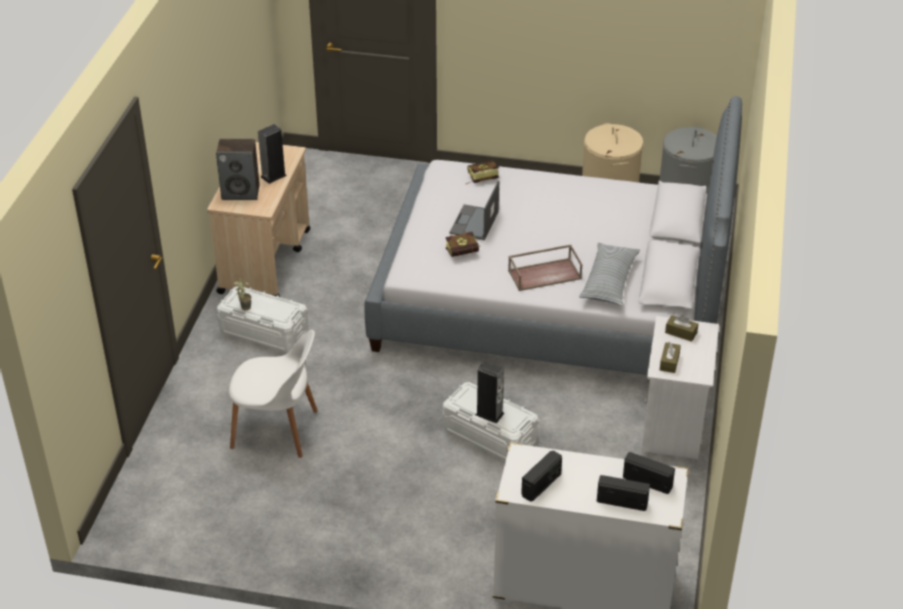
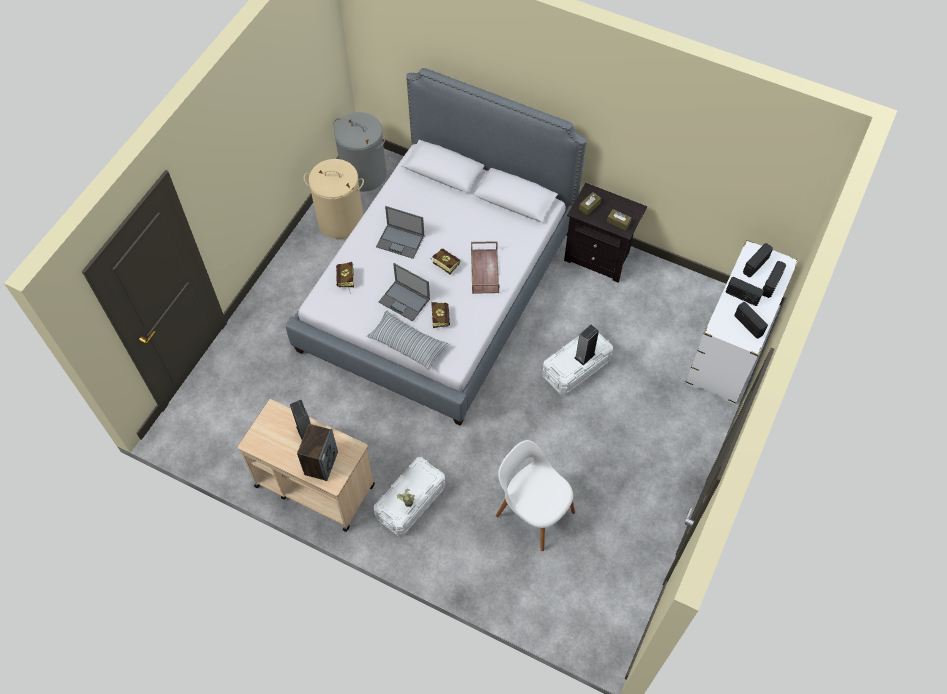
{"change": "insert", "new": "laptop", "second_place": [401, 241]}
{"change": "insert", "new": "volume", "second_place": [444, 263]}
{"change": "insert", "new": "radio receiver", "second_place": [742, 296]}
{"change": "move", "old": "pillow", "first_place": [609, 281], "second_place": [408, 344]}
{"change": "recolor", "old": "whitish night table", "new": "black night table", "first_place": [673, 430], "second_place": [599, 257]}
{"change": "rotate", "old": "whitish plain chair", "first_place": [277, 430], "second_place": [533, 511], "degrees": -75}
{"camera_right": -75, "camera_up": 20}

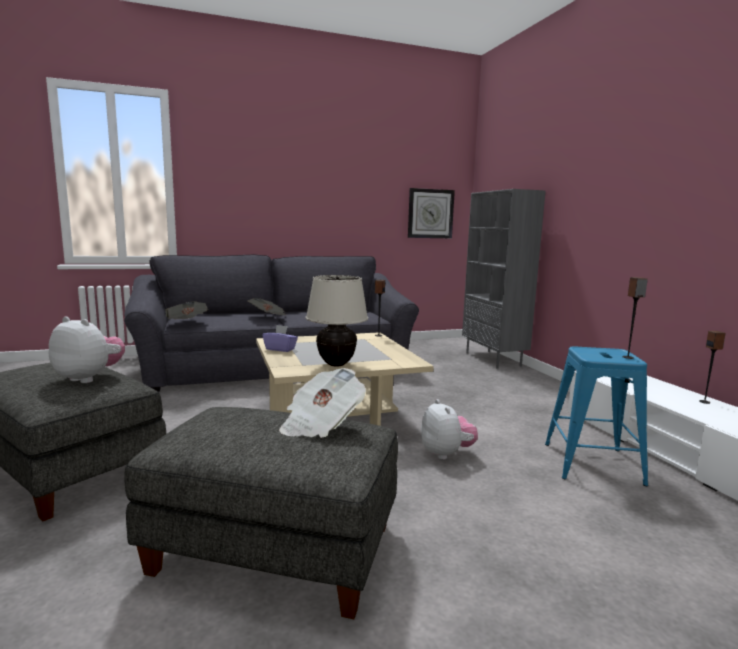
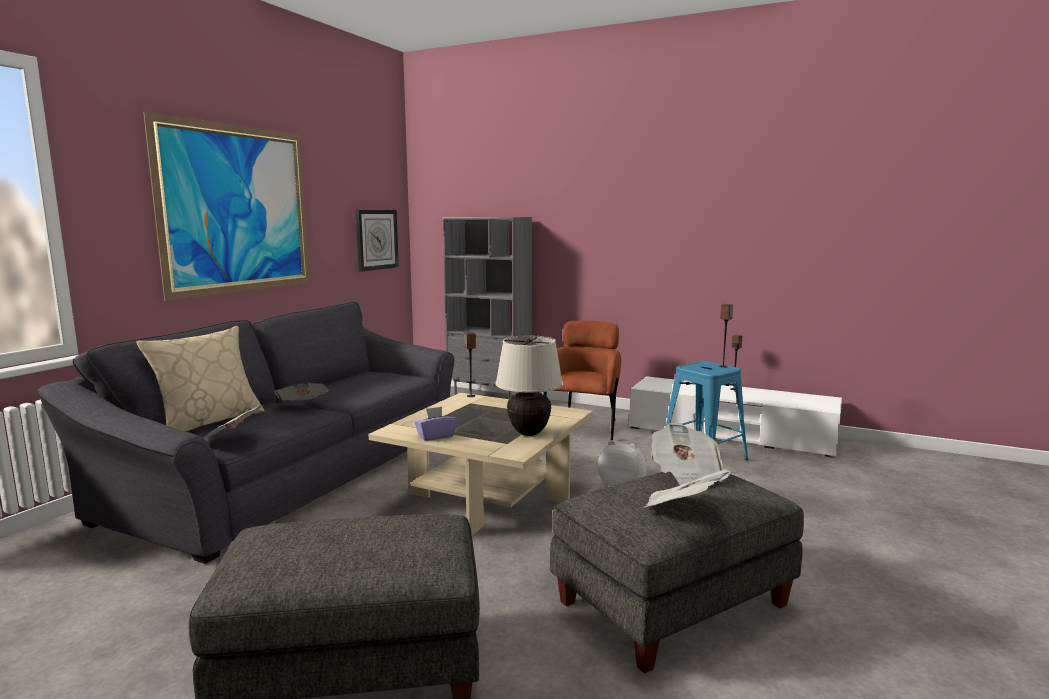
{"change": "delete", "old": "cuddly toy", "first_place": [89, 378]}
{"change": "insert", "new": "sand-coloured pillow", "second_place": [209, 422]}
{"change": "insert", "new": "picture", "second_place": [237, 209]}
{"change": "insert", "new": "brown easy chair", "second_place": [583, 427]}
{"change": "insert", "new": "daily paper", "second_place": [683, 509]}
{"camera_right": -45, "camera_up": 0}

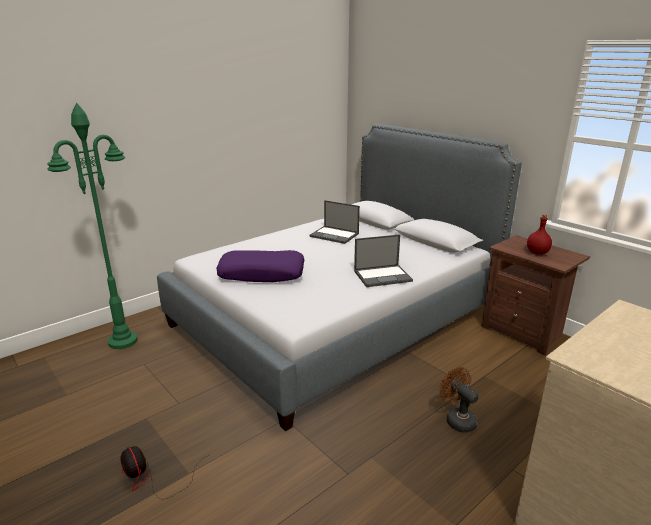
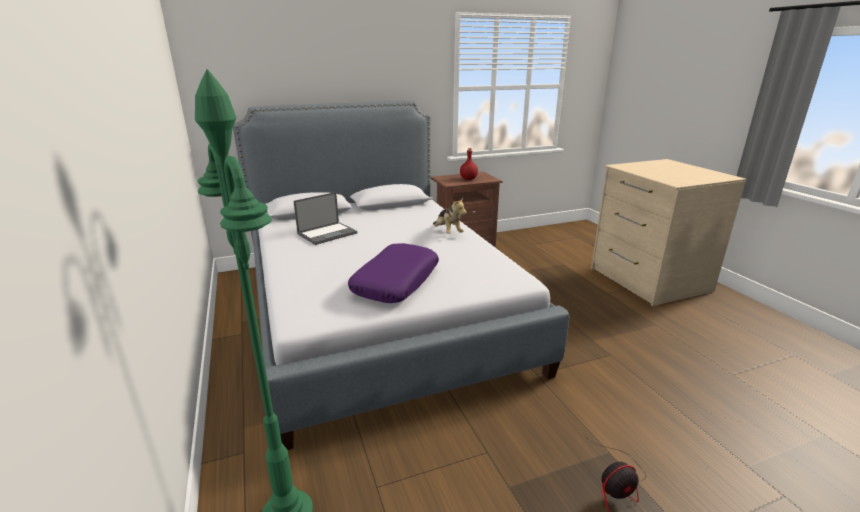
{"change": "delete", "old": "brown fan", "first_place": [457, 419]}
{"change": "replace", "old": "laptop", "new": "cuddly toy", "first_place": [383, 276], "second_place": [447, 232]}
{"camera_right": -70, "camera_up": 0}

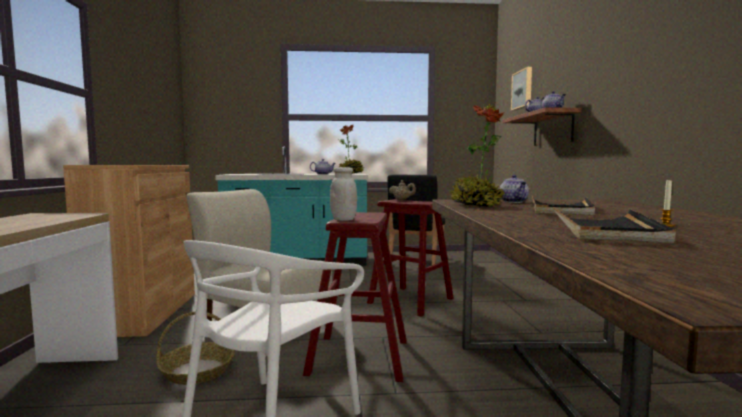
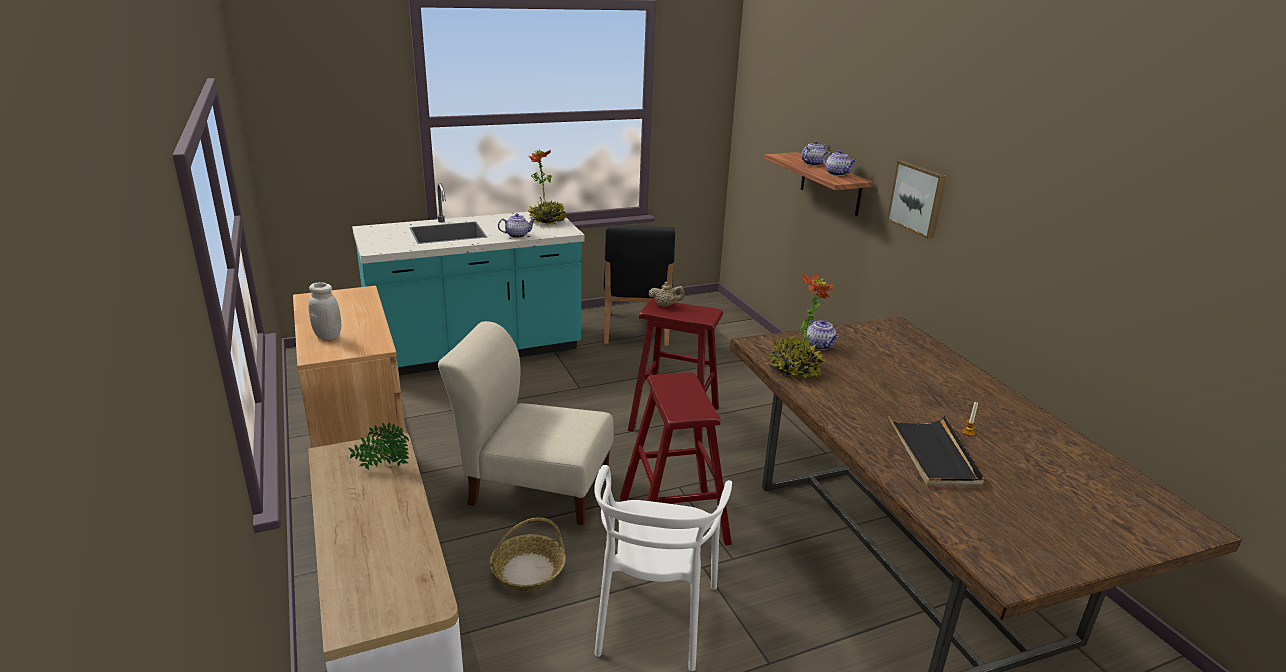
{"change": "delete", "old": "black tray", "first_place": [560, 209]}
{"change": "insert", "new": "plant in a pot", "second_place": [382, 466]}
{"change": "move", "old": "whitish preserve jar", "first_place": [343, 219], "second_place": [328, 336]}
{"change": "move", "old": "picture", "first_place": [523, 89], "second_place": [918, 198]}
{"camera_right": -20, "camera_up": 20}

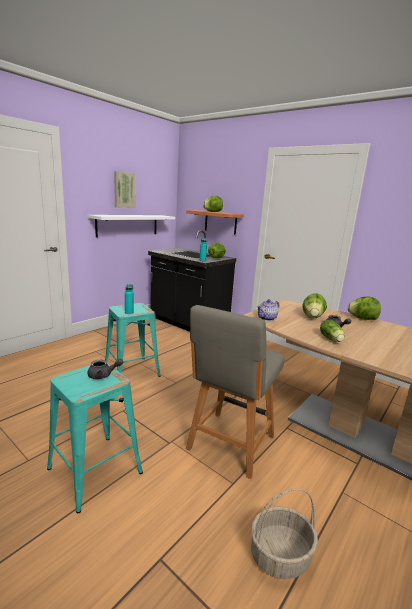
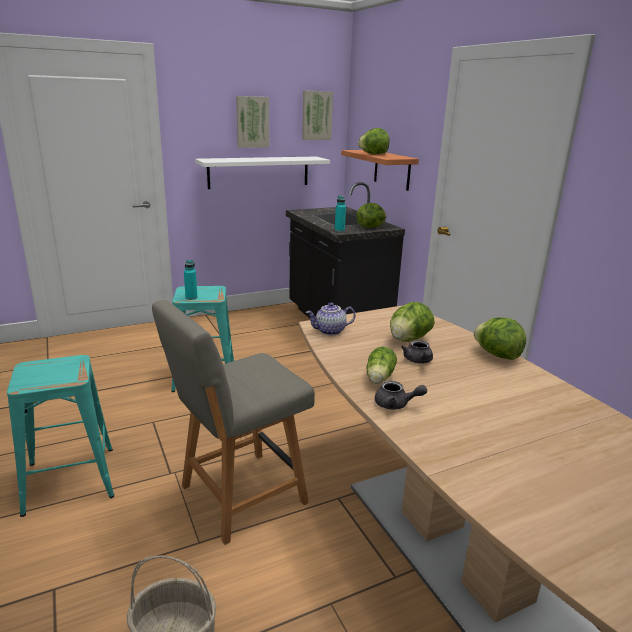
{"change": "insert", "new": "picture", "second_place": [316, 115]}
{"change": "move", "old": "grey tea pot", "first_place": [103, 375], "second_place": [396, 405]}
{"camera_right": 25, "camera_up": 5}

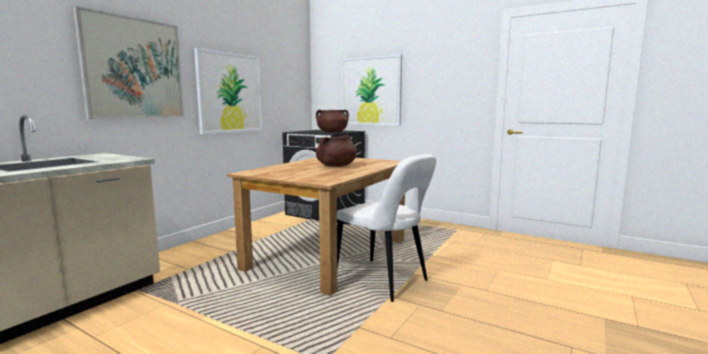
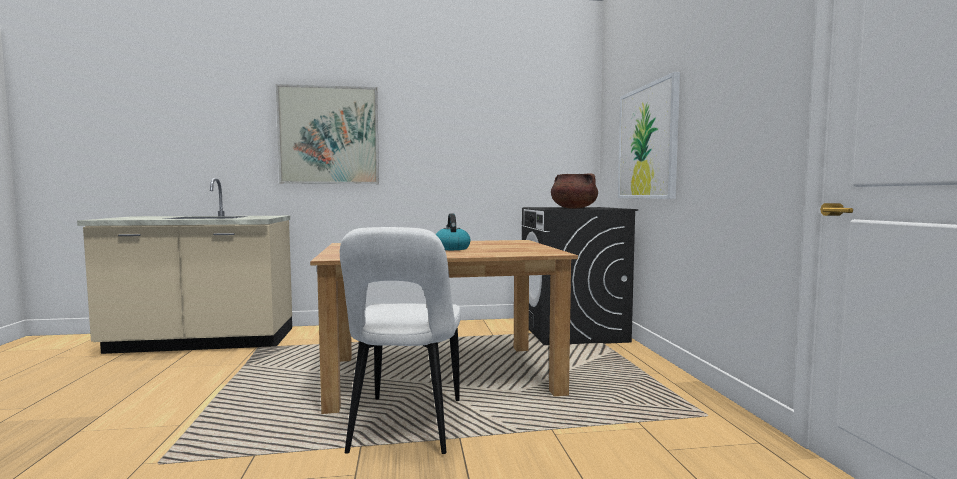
{"change": "delete", "old": "picture", "first_place": [230, 93]}
{"change": "replace", "old": "brown stockpot", "new": "kettle", "first_place": [336, 166], "second_place": [451, 248]}
{"camera_right": 50, "camera_up": -5}

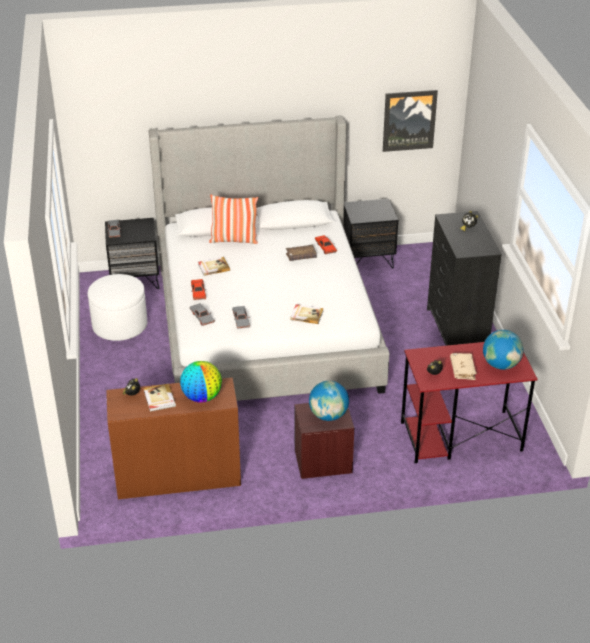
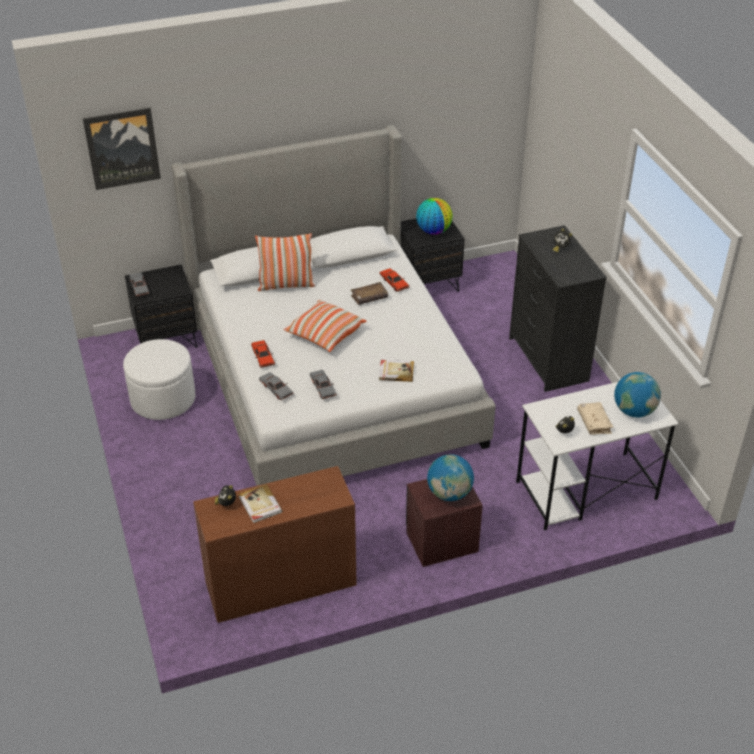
{"change": "delete", "old": "volume", "first_place": [213, 267]}
{"change": "insert", "new": "pillow", "second_place": [325, 334]}
{"change": "move", "old": "desk globe", "first_place": [202, 397], "second_place": [433, 231]}
{"change": "move", "old": "picture", "first_place": [409, 120], "second_place": [122, 148]}
{"change": "recolor", "old": "reddish desk unit", "new": "whitish desk unit", "first_place": [460, 437], "second_place": [585, 491]}
{"camera_right": -10, "camera_up": 5}

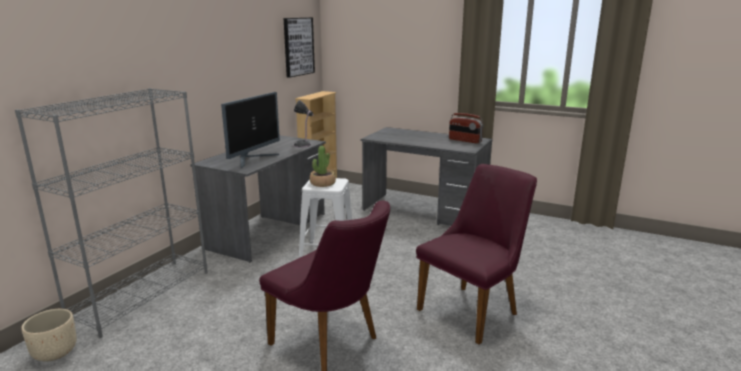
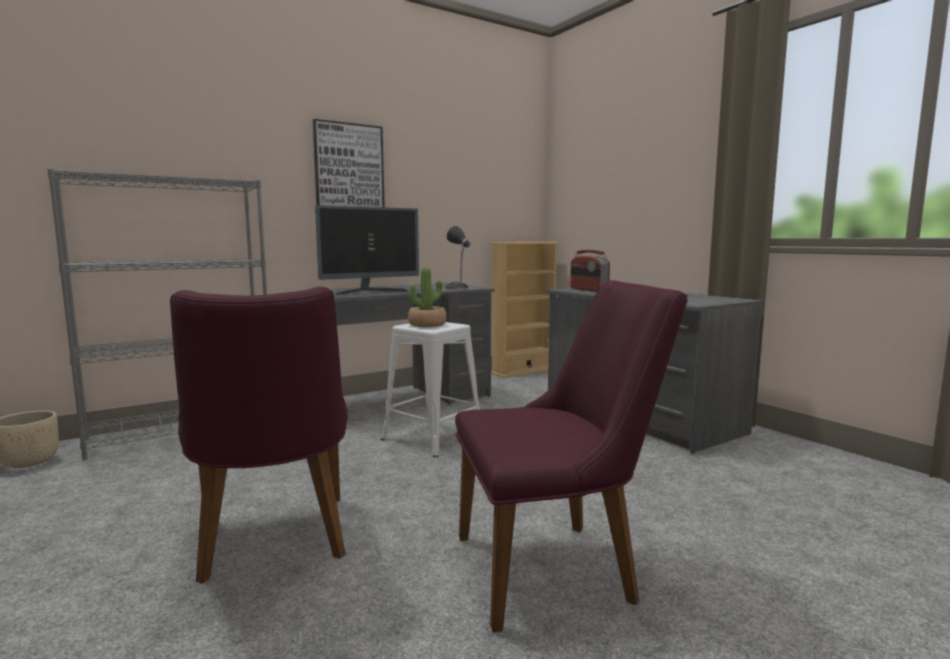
{"change": "move", "old": "picture", "first_place": [298, 46], "second_place": [349, 168]}
{"change": "move", "old": "radio receiver", "first_place": [464, 140], "second_place": [588, 290]}
{"camera_right": 30, "camera_up": -10}

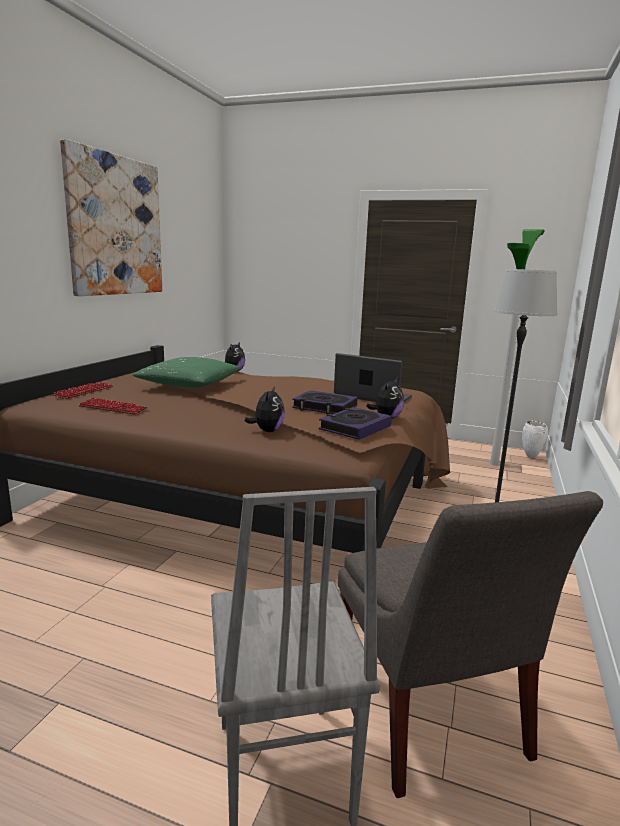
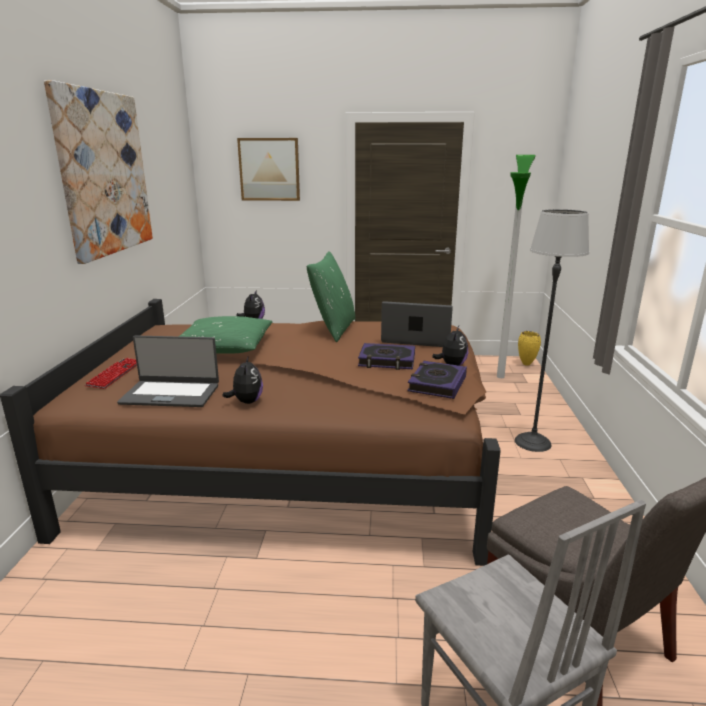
{"change": "insert", "new": "picture", "second_place": [269, 169]}
{"change": "insert", "new": "green-coloured pillow", "second_place": [333, 329]}
{"change": "move", "old": "cuddly toy", "first_place": [267, 431], "second_place": [246, 402]}
{"change": "replace", "old": "keyboard", "new": "laptop", "first_place": [113, 408], "second_place": [171, 394]}
{"change": "recolor", "old": "whitish flower vase", "new": "yellow-coloured flower vase", "first_place": [531, 457], "second_place": [527, 364]}
{"camera_right": -15, "camera_up": 5}

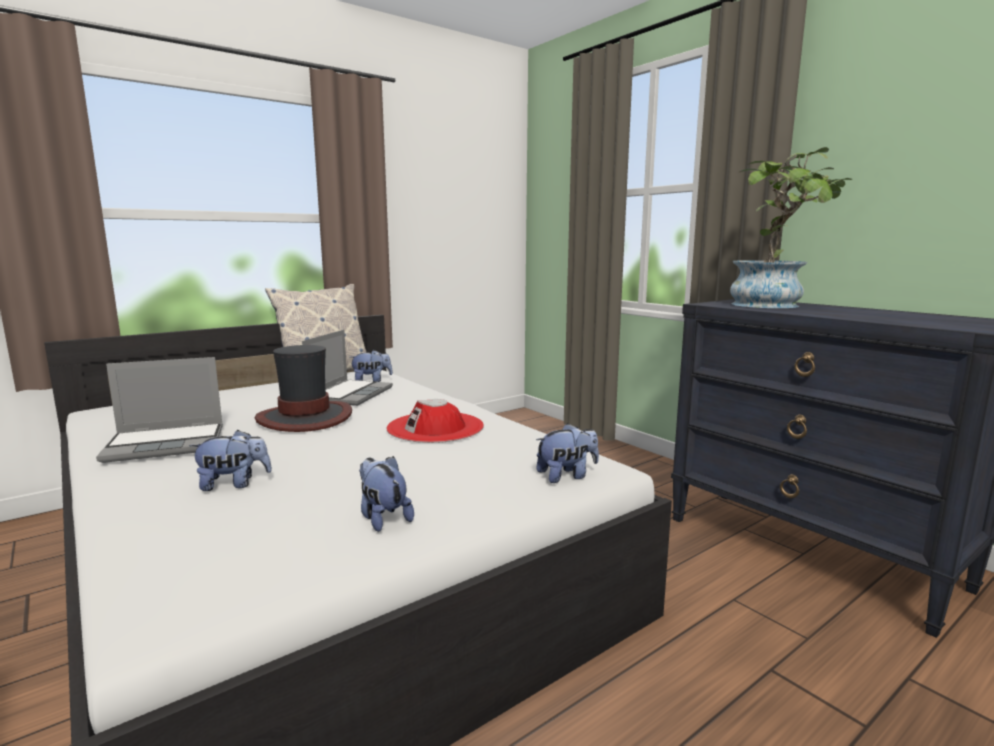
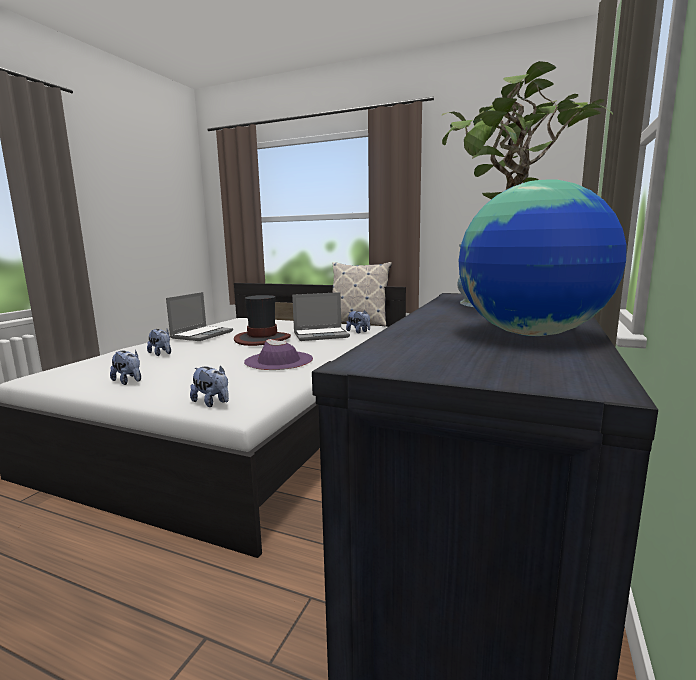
{"change": "insert", "new": "desk globe", "second_place": [532, 334]}
{"change": "recolor", "old": "reddish clothing hat", "new": "purplish clothing hat", "first_place": [435, 427], "second_place": [279, 361]}
{"change": "rotate", "old": "laptop", "first_place": [168, 443], "second_place": [202, 334], "degrees": -105}
{"change": "rotate", "old": "cuddly toy", "first_place": [383, 518], "second_place": [129, 382], "degrees": 105}
{"camera_right": 60, "camera_up": 0}

